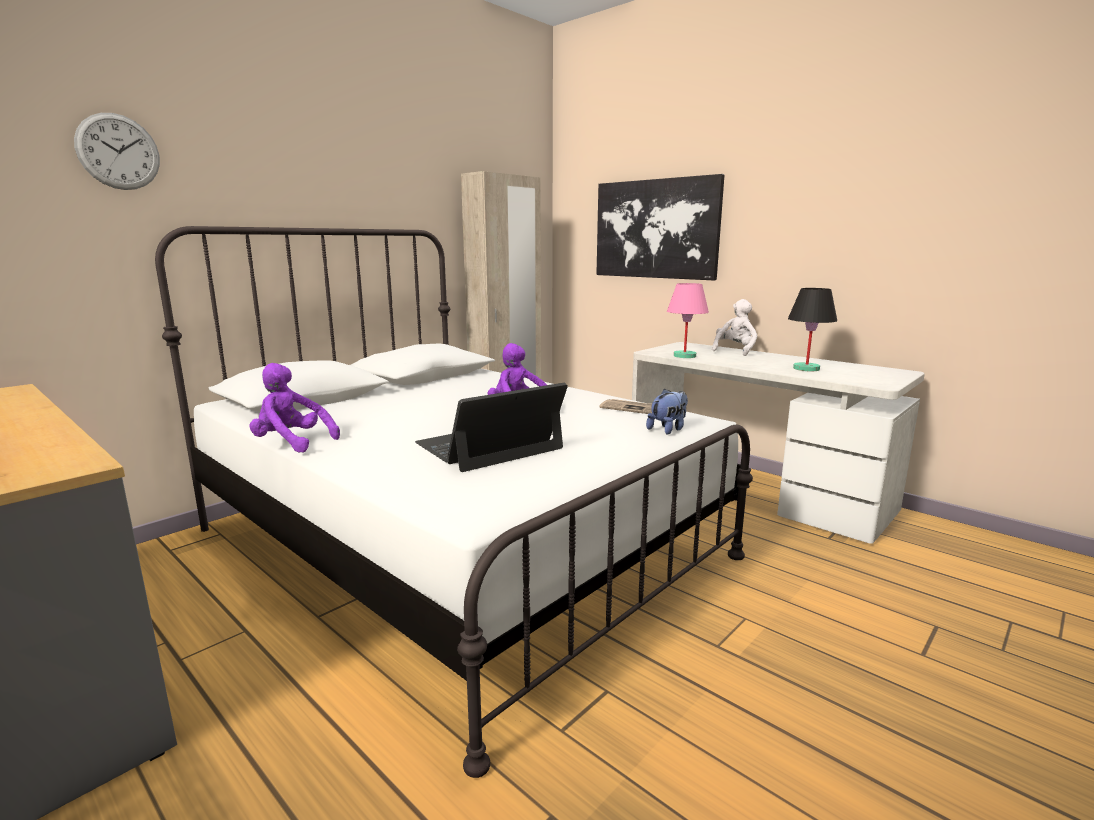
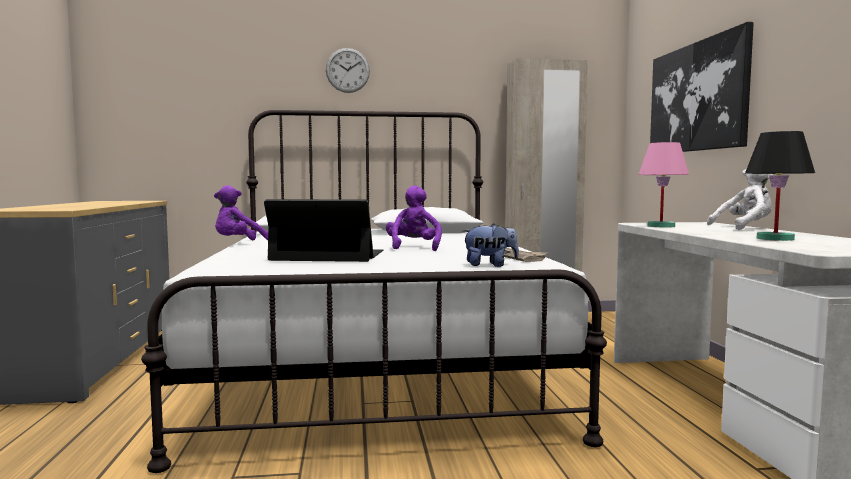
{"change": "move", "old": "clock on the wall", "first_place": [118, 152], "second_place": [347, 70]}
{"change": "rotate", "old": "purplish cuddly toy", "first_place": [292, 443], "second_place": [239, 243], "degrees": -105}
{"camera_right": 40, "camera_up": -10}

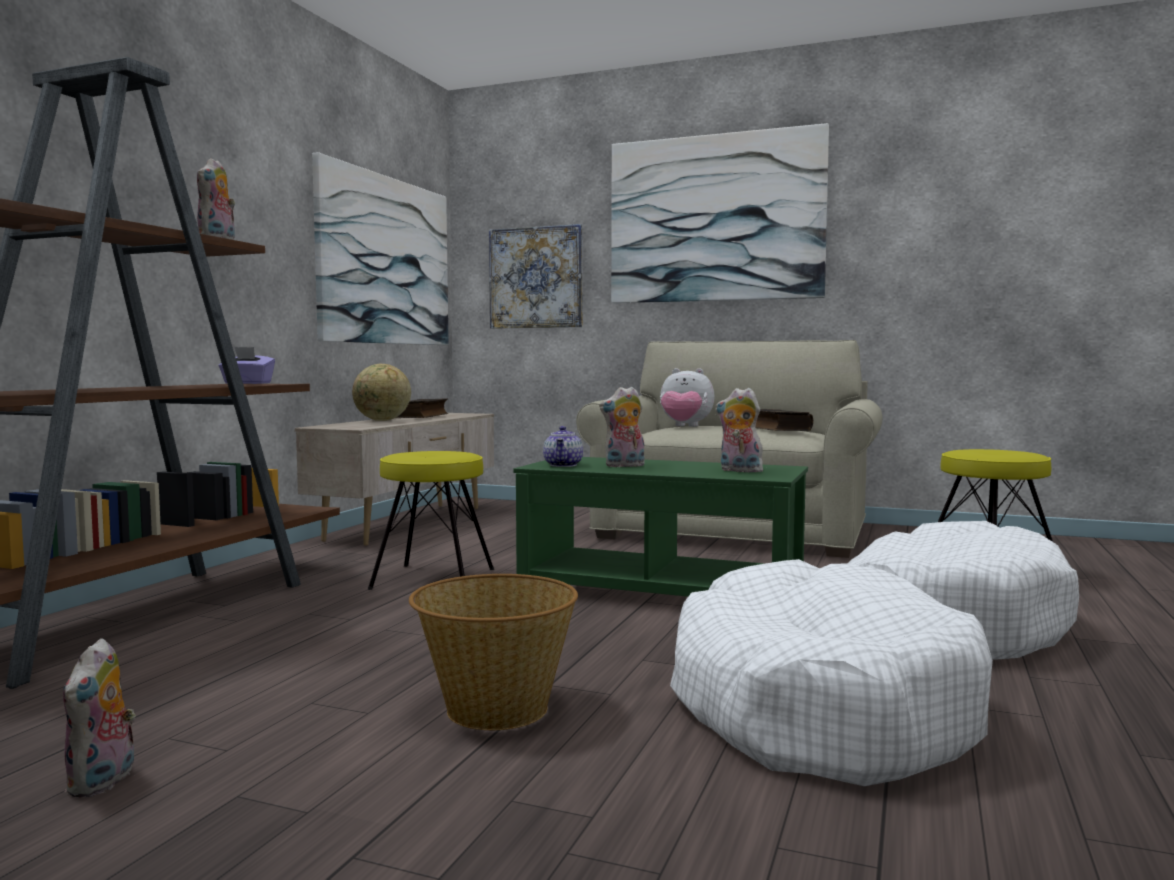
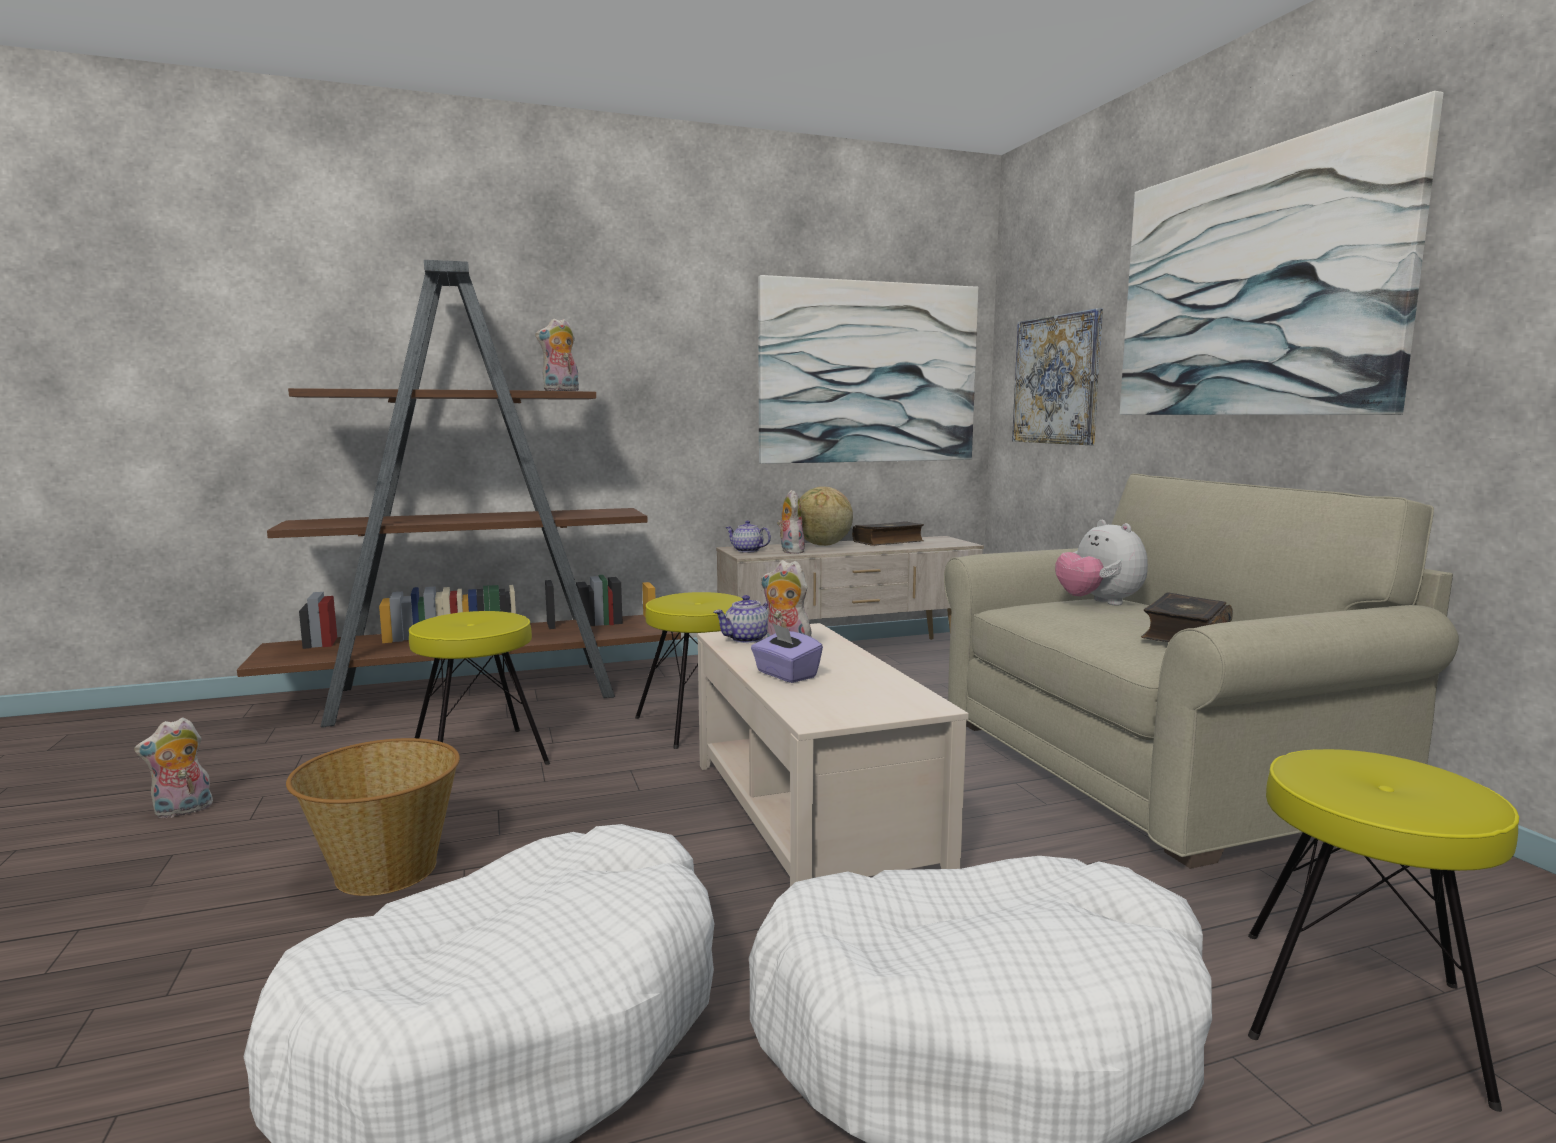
{"change": "insert", "new": "yellow-coloured stool", "second_place": [478, 757]}
{"change": "insert", "new": "tea pot", "second_place": [747, 551]}
{"change": "move", "old": "purplish box of tissues", "first_place": [247, 383], "second_place": [785, 675]}
{"change": "move", "old": "cuddly toy", "first_place": [738, 471], "second_place": [790, 551]}
{"change": "recolor", "old": "green-coloured low table", "new": "sand-coloured low table", "first_place": [661, 593], "second_place": [811, 818]}
{"camera_right": 50, "camera_up": 5}

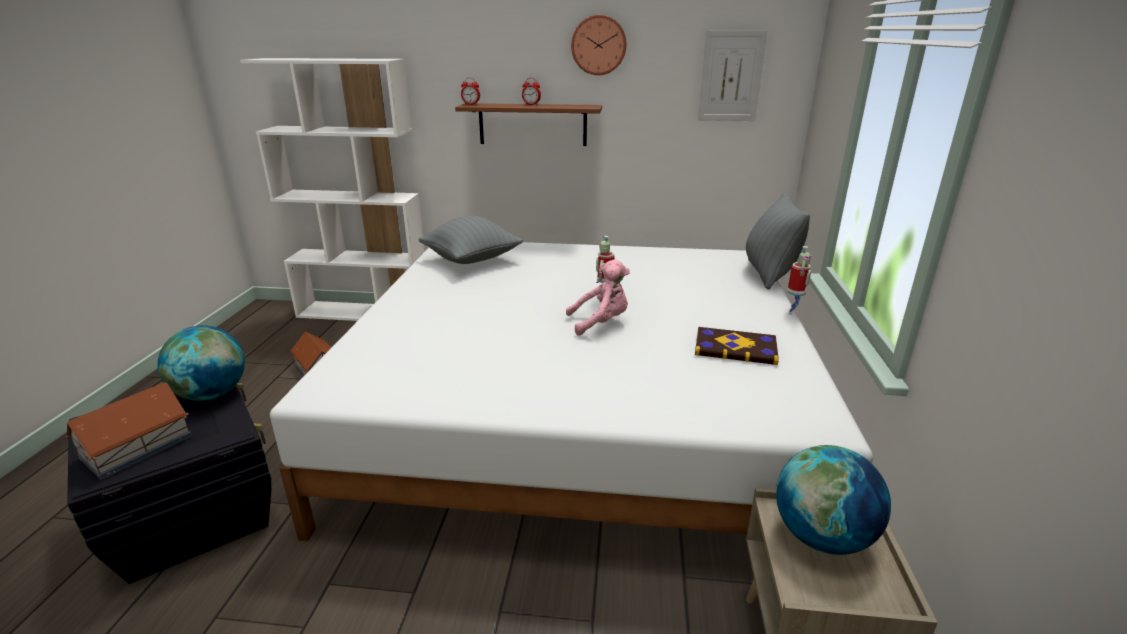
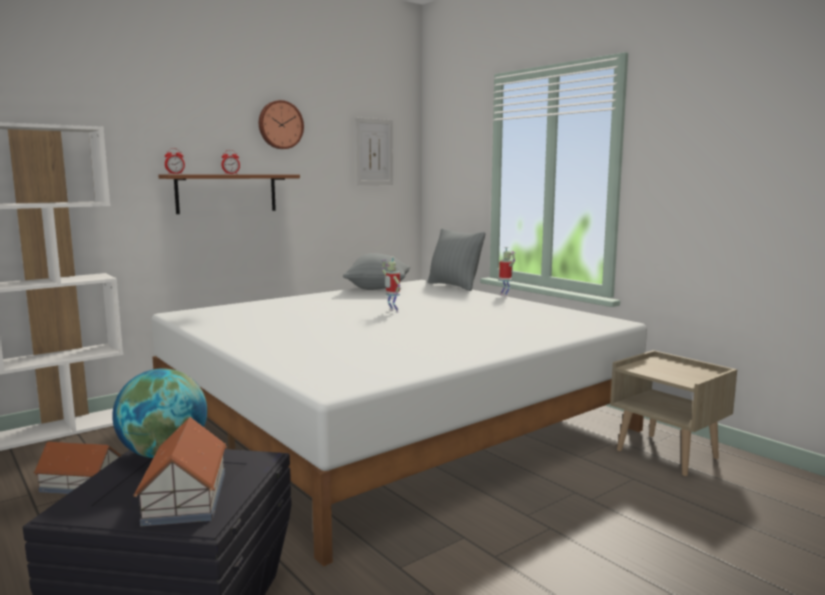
{"change": "delete", "old": "pinkish cuddly toy", "first_place": [600, 323]}
{"change": "delete", "old": "volume", "first_place": [735, 348]}
{"change": "delete", "old": "desk globe", "first_place": [821, 537]}
{"change": "move", "old": "grey pillow", "first_place": [472, 260], "second_place": [378, 288]}
{"camera_right": -45, "camera_up": -15}

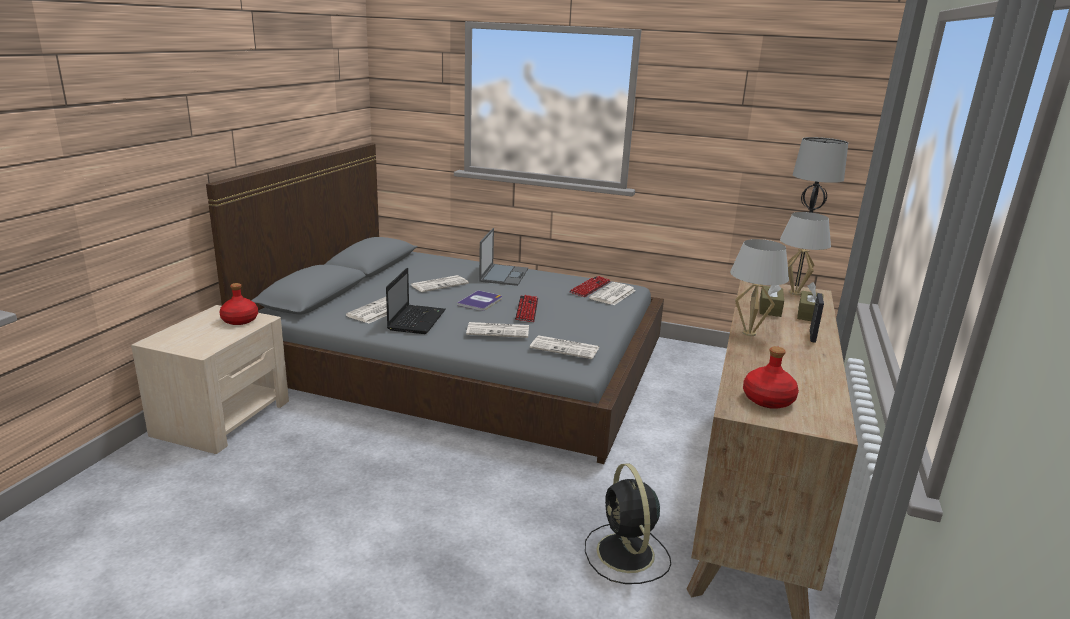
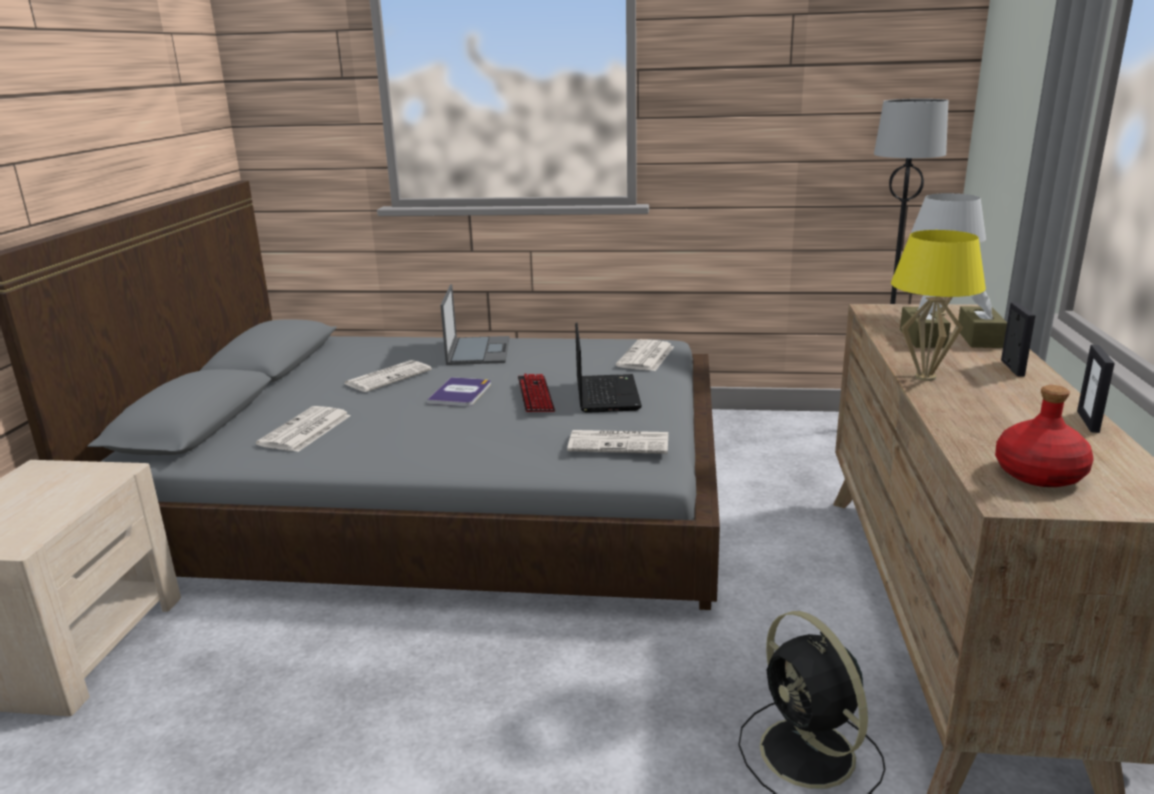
{"change": "delete", "old": "reddish drink bottle", "first_place": [239, 320]}
{"change": "delete", "old": "daily paper", "first_place": [499, 331]}
{"change": "delete", "old": "keyboard", "first_place": [590, 287]}
{"change": "insert", "new": "photo frame", "second_place": [1088, 421]}
{"change": "move", "old": "laptop", "first_place": [416, 320], "second_place": [606, 394]}
{"change": "recolor", "old": "whitish table lamp", "new": "yellow-coloured table lamp", "first_place": [749, 333], "second_place": [924, 377]}
{"camera_right": -10, "camera_up": 0}

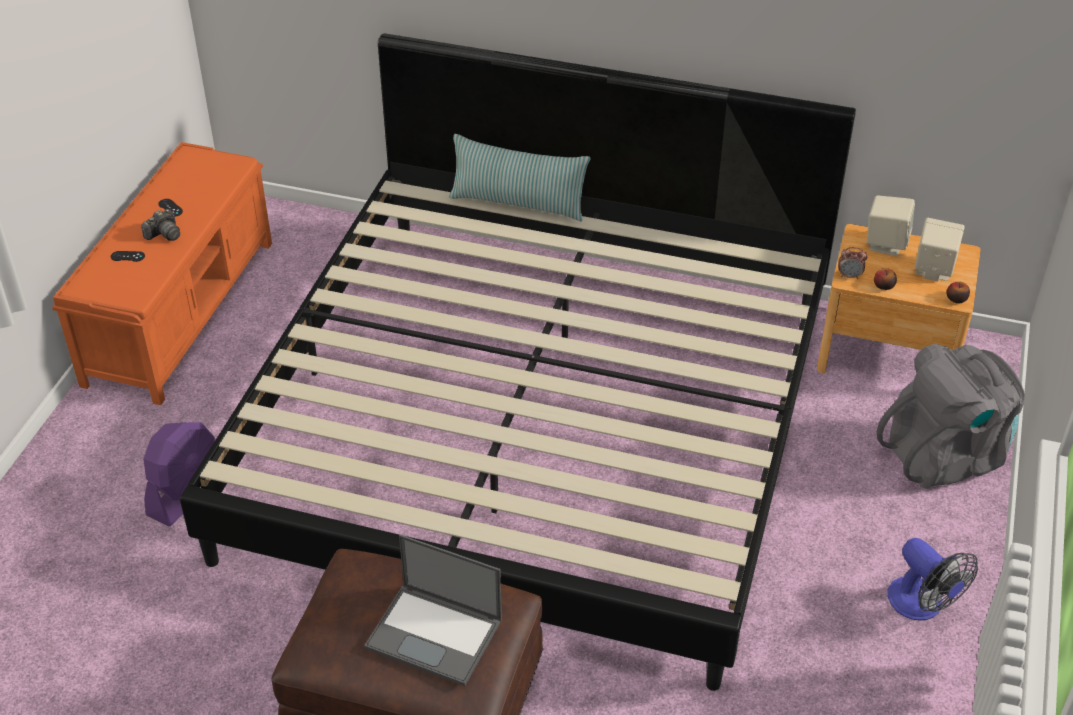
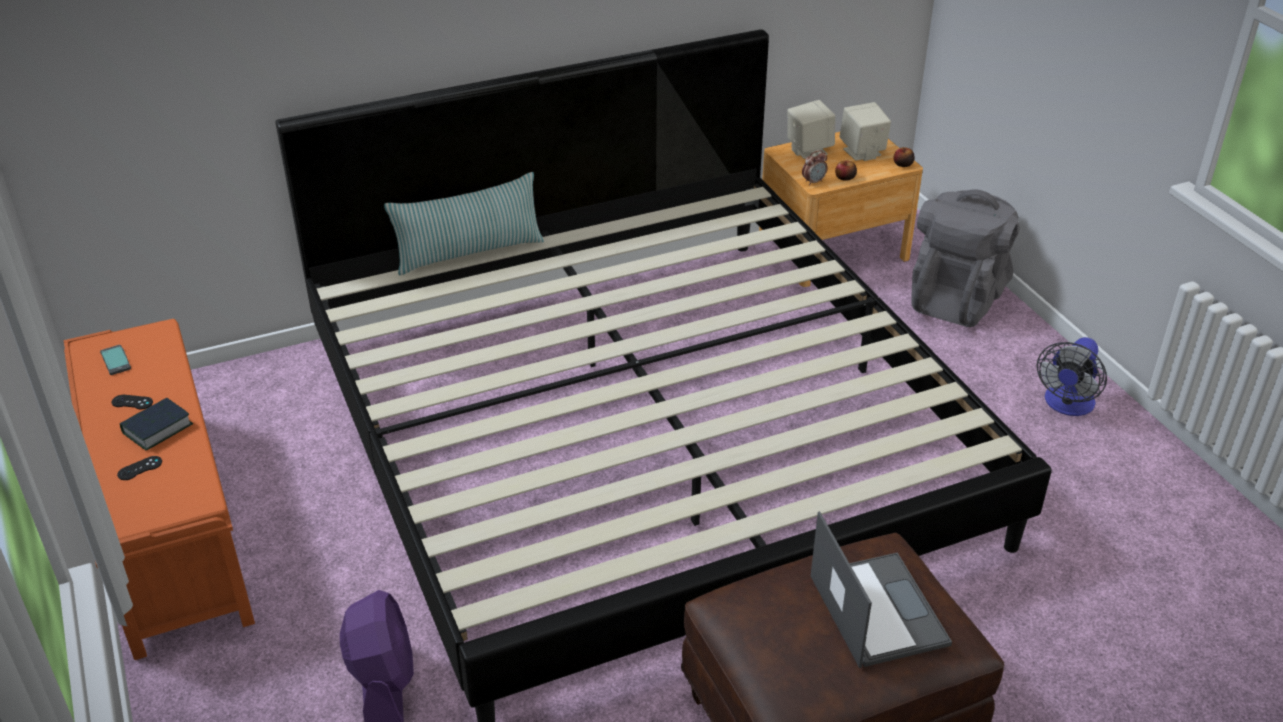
{"change": "insert", "new": "phone", "second_place": [116, 360]}
{"change": "replace", "old": "photo camera", "new": "volume", "first_place": [164, 234], "second_place": [157, 429]}
{"change": "rotate", "old": "laptop", "first_place": [436, 634], "second_place": [876, 609], "degrees": -90}
{"change": "rotate", "old": "fan", "first_place": [922, 606], "second_place": [1066, 405], "degrees": 105}
{"camera_right": -40, "camera_up": -5}

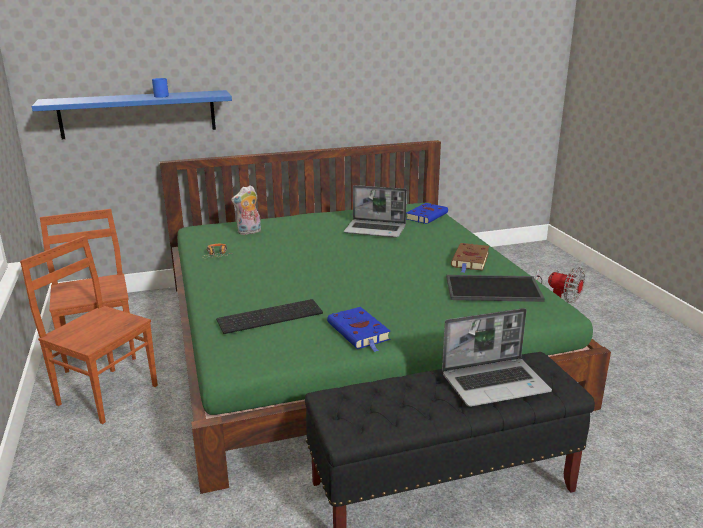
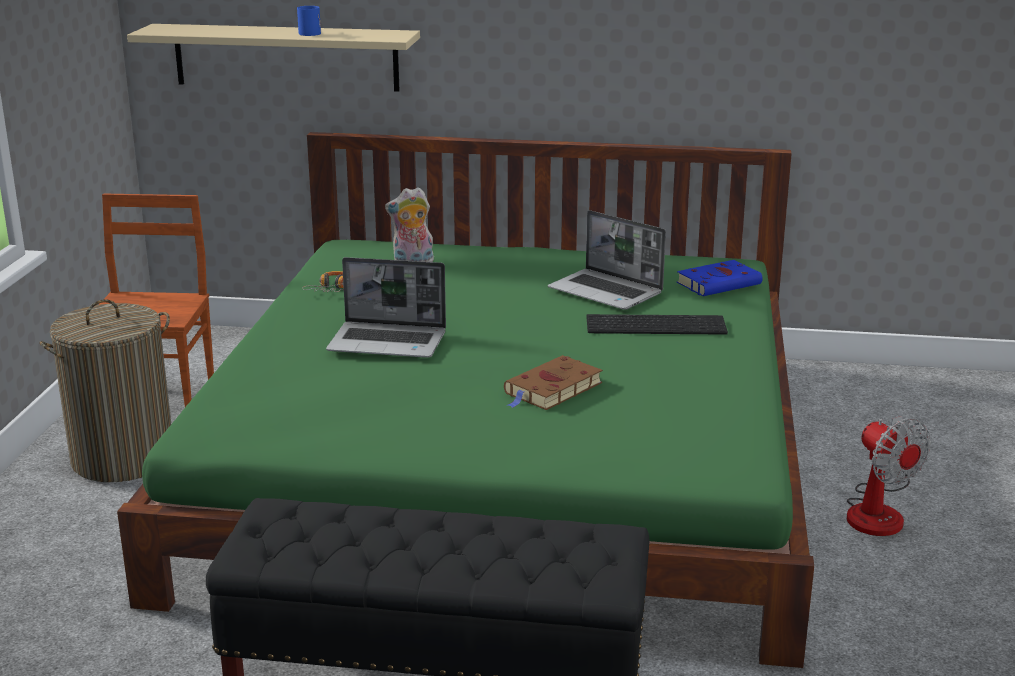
{"change": "delete", "old": "blue volume", "first_place": [359, 332]}
{"change": "delete", "old": "tray", "first_place": [492, 289]}
{"change": "move", "old": "keyboard", "first_place": [270, 315], "second_place": [657, 324]}
{"change": "move", "old": "laptop", "first_place": [495, 383], "second_place": [389, 342]}
{"change": "move", "old": "brown volume", "first_place": [470, 260], "second_place": [552, 389]}
{"change": "replace", "old": "brown plain chair", "new": "laundry basket", "first_place": [108, 394], "second_place": [123, 458]}
{"change": "recolor", "old": "blue bracket shelf", "new": "sand-coloured bracket shelf", "first_place": [138, 114], "second_place": [286, 57]}
{"camera_right": 25, "camera_up": 0}

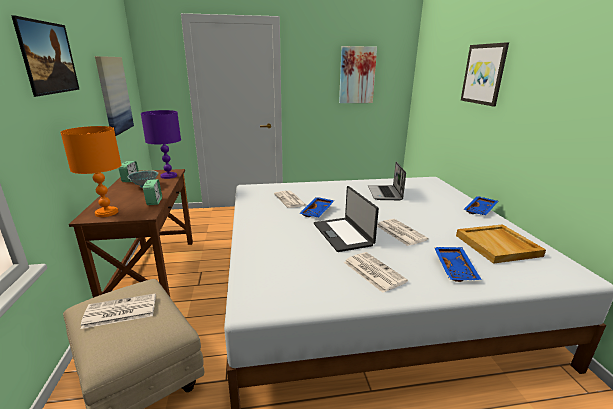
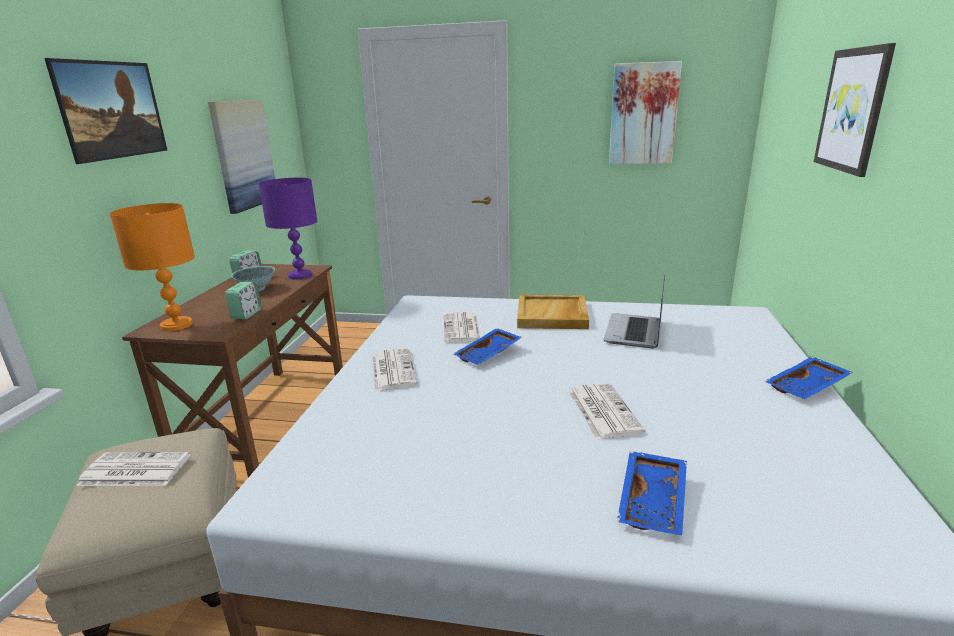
{"change": "delete", "old": "laptop", "first_place": [343, 234]}
{"change": "move", "old": "daily paper", "first_place": [373, 271], "second_place": [392, 369]}
{"change": "move", "old": "sand-coloured tray", "first_place": [498, 246], "second_place": [552, 315]}
{"camera_right": 20, "camera_up": 0}

